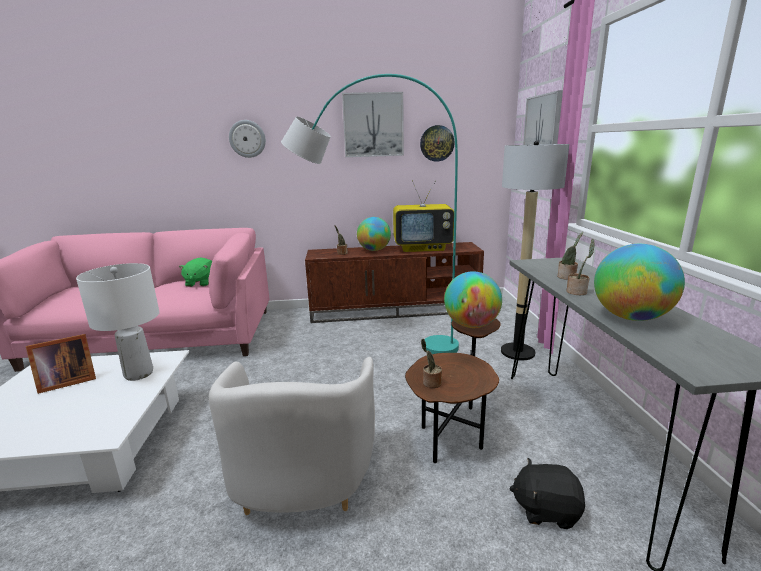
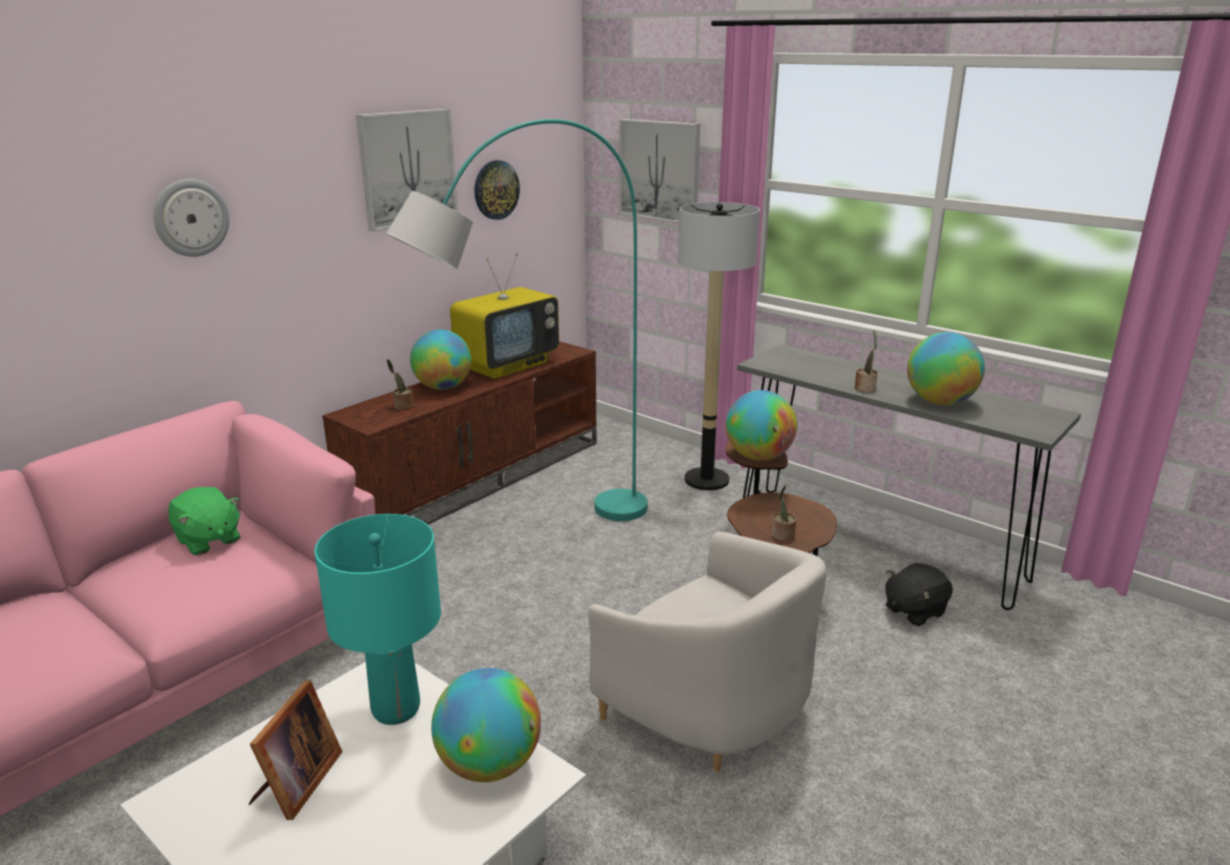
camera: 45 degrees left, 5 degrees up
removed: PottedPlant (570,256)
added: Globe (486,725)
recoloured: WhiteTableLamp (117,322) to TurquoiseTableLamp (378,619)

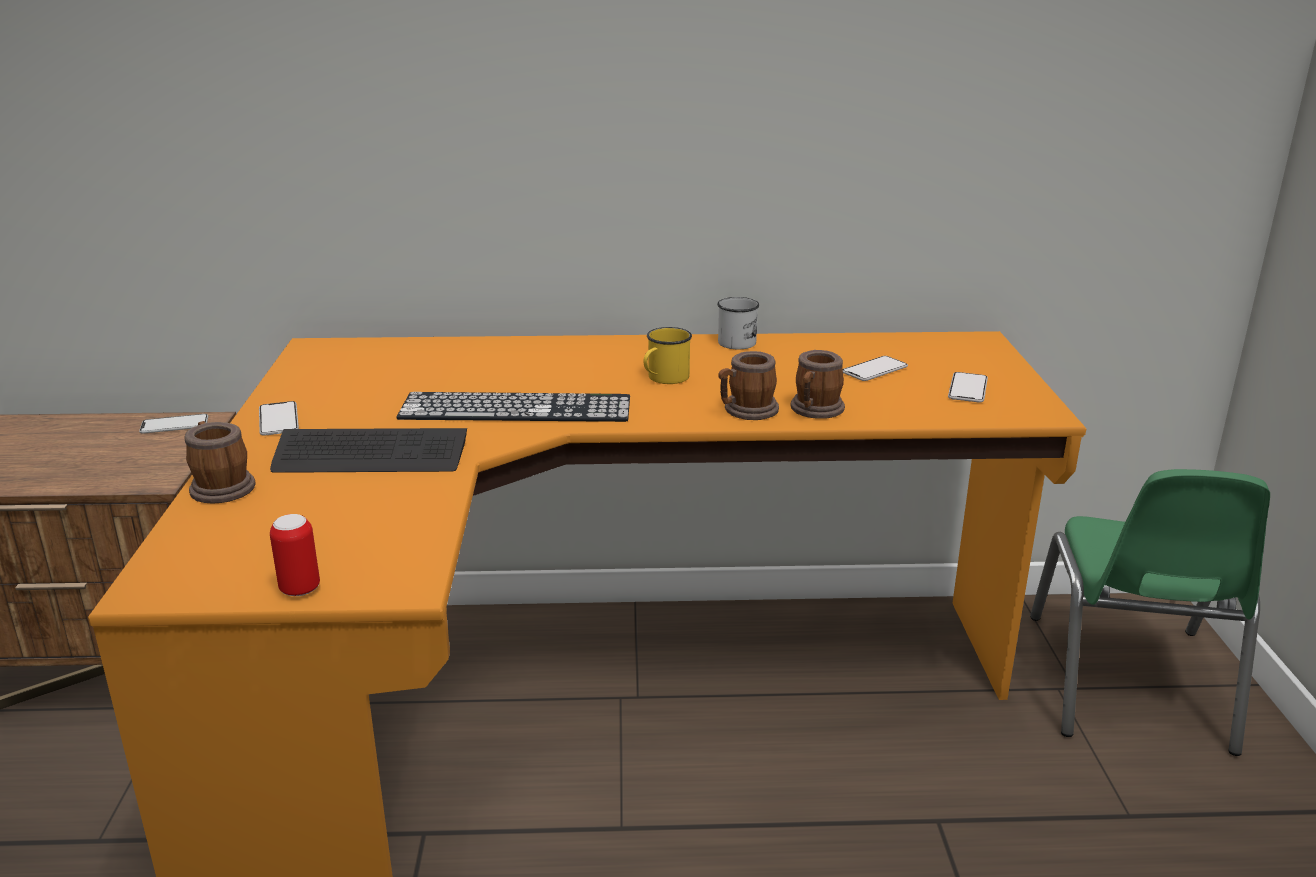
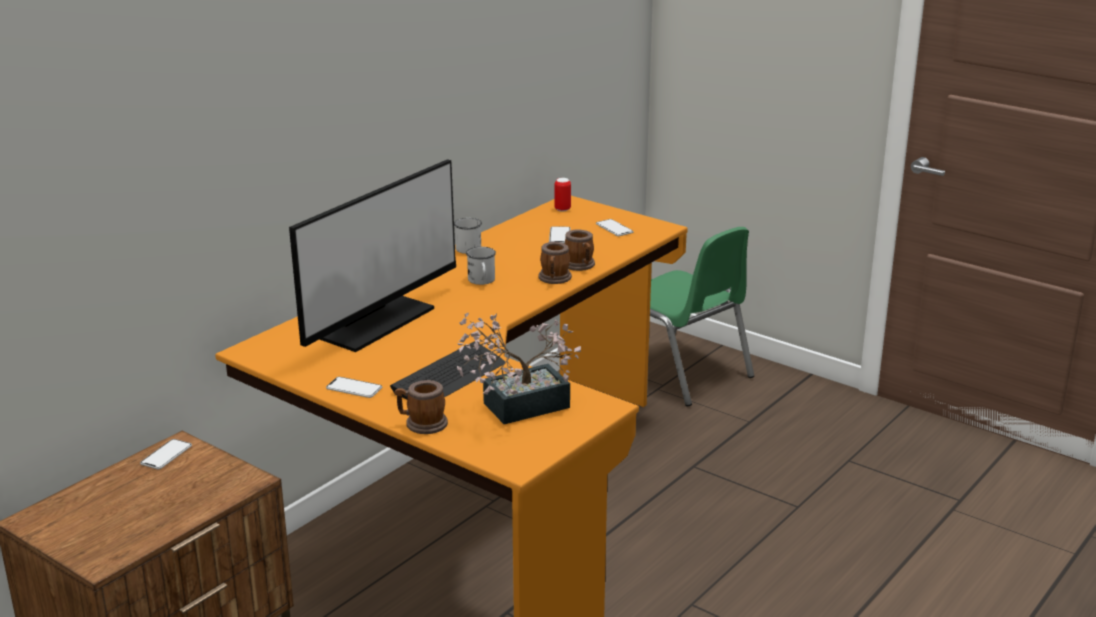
camera: 50 degrees left, 0 degrees up
removed: Keyboard (513,407)
added: Monitor (372,255); PottedPlant (519,368)
moved: Can (295,555) to (562,195)
recoloured: YellowMug (667,355) to WhiteMug (481,266)

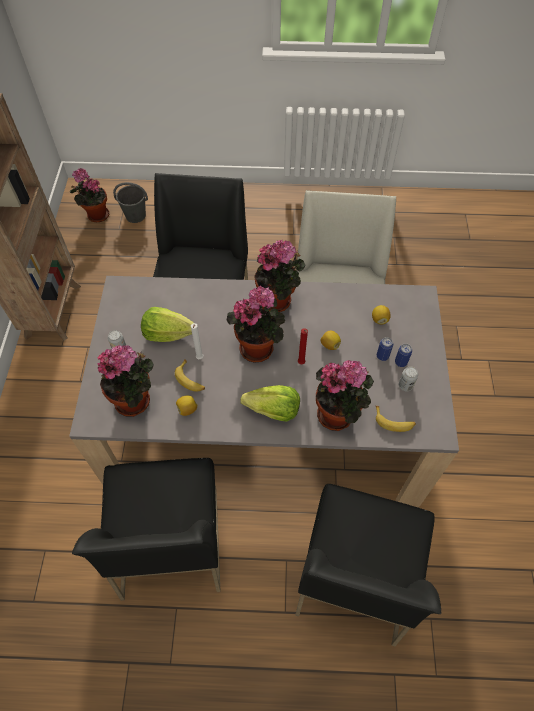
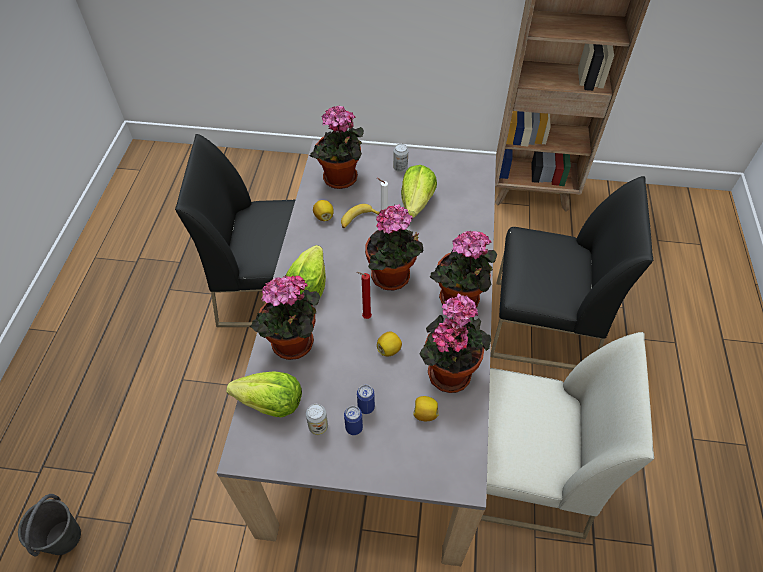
camera: 95 degrees right, 5 degrees down
removed: BlackChair (368,565)
moved: PottedPlant (89,195) to (455,343); GreyBucket (130,202) to (49,525)
replaced: Banana (396,419) to Lettuce (264,394)

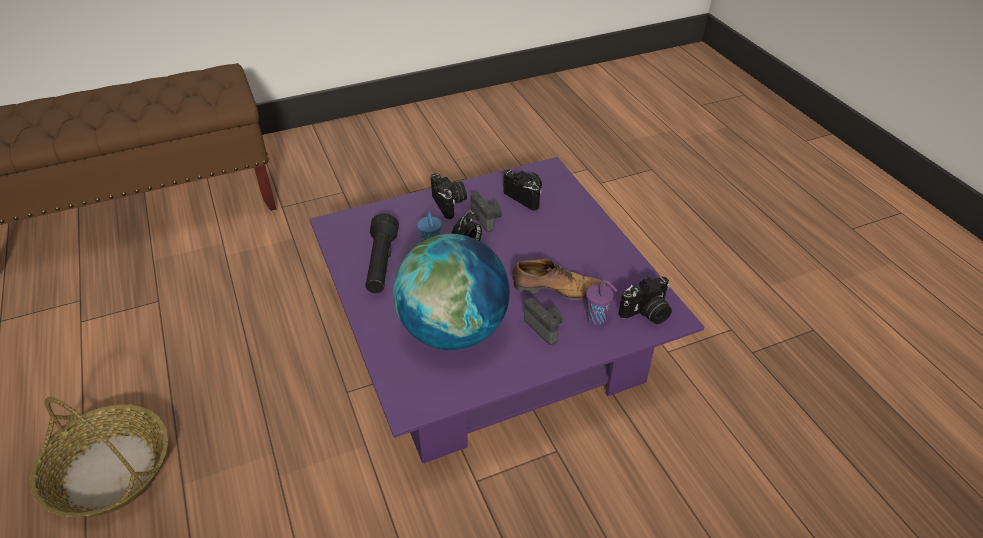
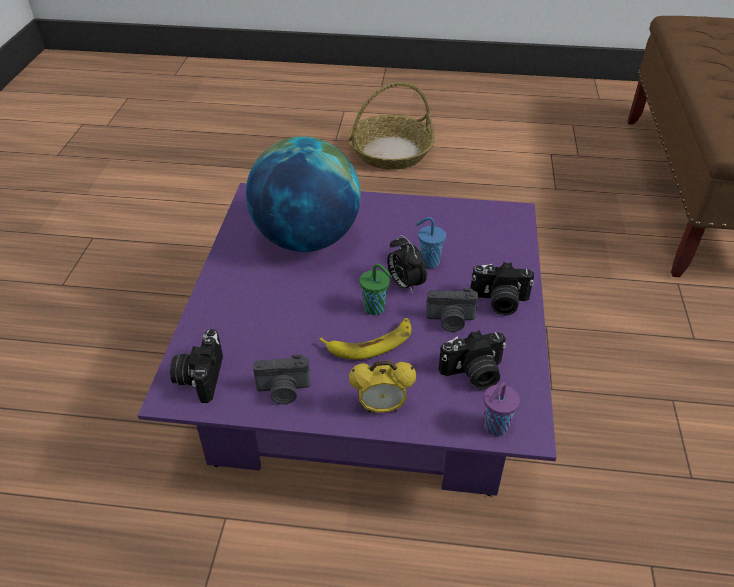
camera: 120 degrees right, 0 degrees up
removed: BlackFlashlight (382,253); Shoe (559,279)
added: GreenCup (376,289); Banana (365,339); AlarmClock (382,387)
moved: PurpleCup (601,302) to (502,409); PhotoCamera (543,321) to (281,379)

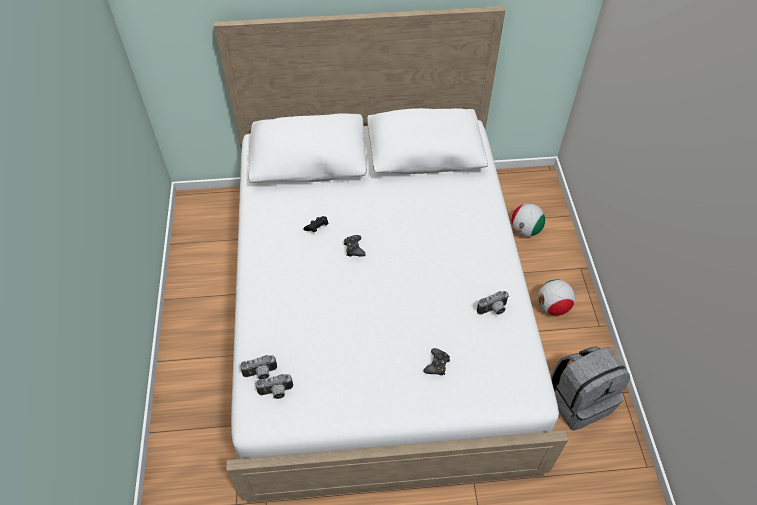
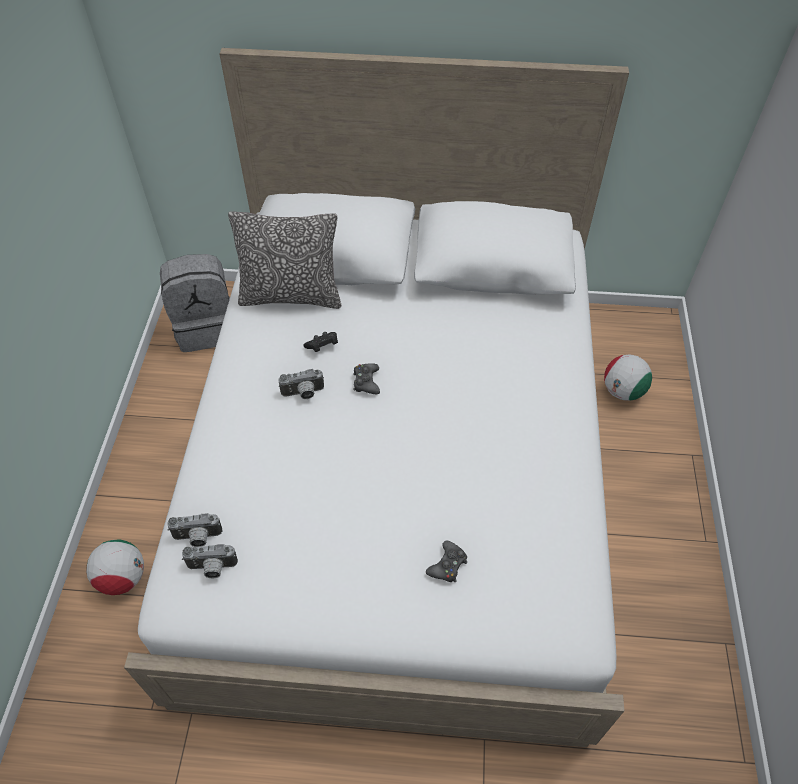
camera: 10 degrees right, 0 degrees up
added: Pillow (284,260)
moved: Football (556,297) to (115,567); PhotoCamera (493,303) to (301,384); GreyBackpack (590,388) to (195,303)

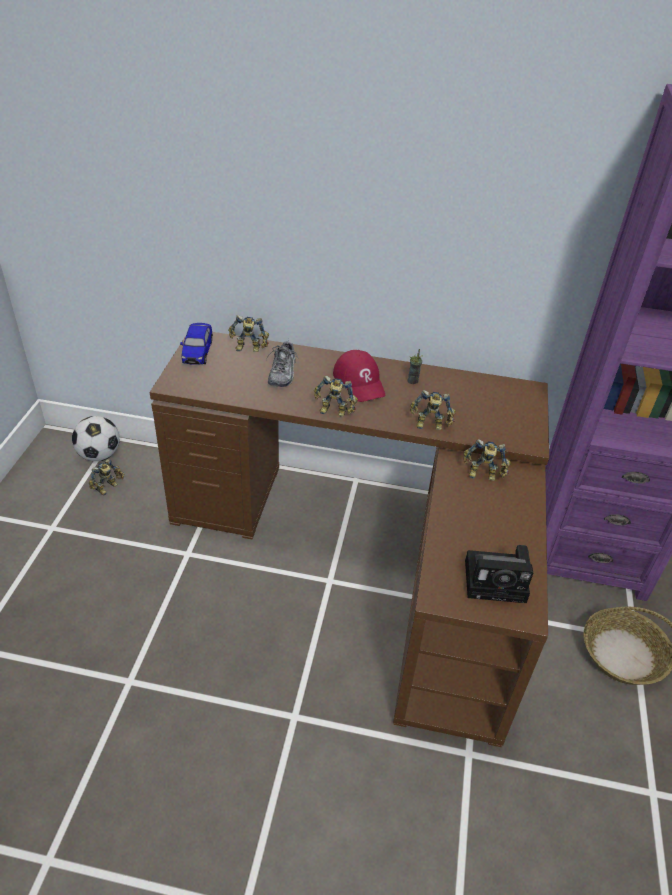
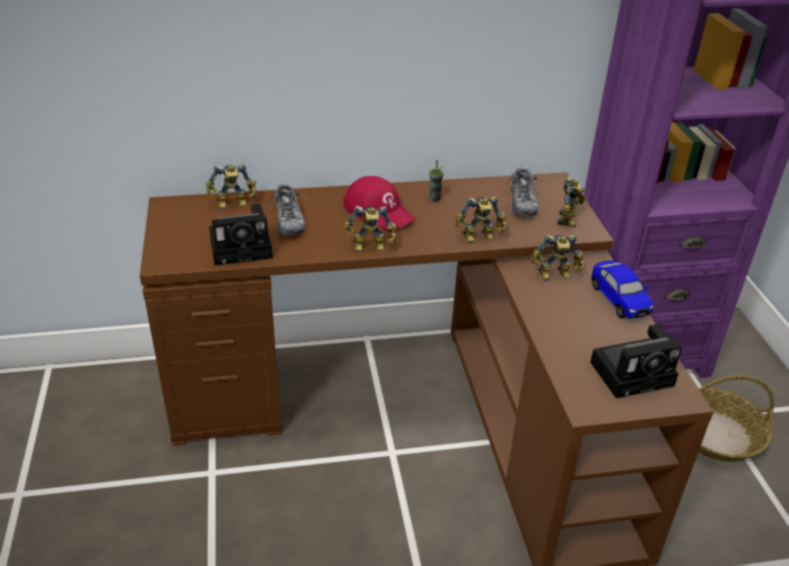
camera: 20 degrees left, 5 degrees down
removed: Football (96,438)
added: Shoe (525,192); PhotoCamera (241,235)
moved: ToyCar (196,344) to (622,290); ToyRobot (106,477) to (571,201)

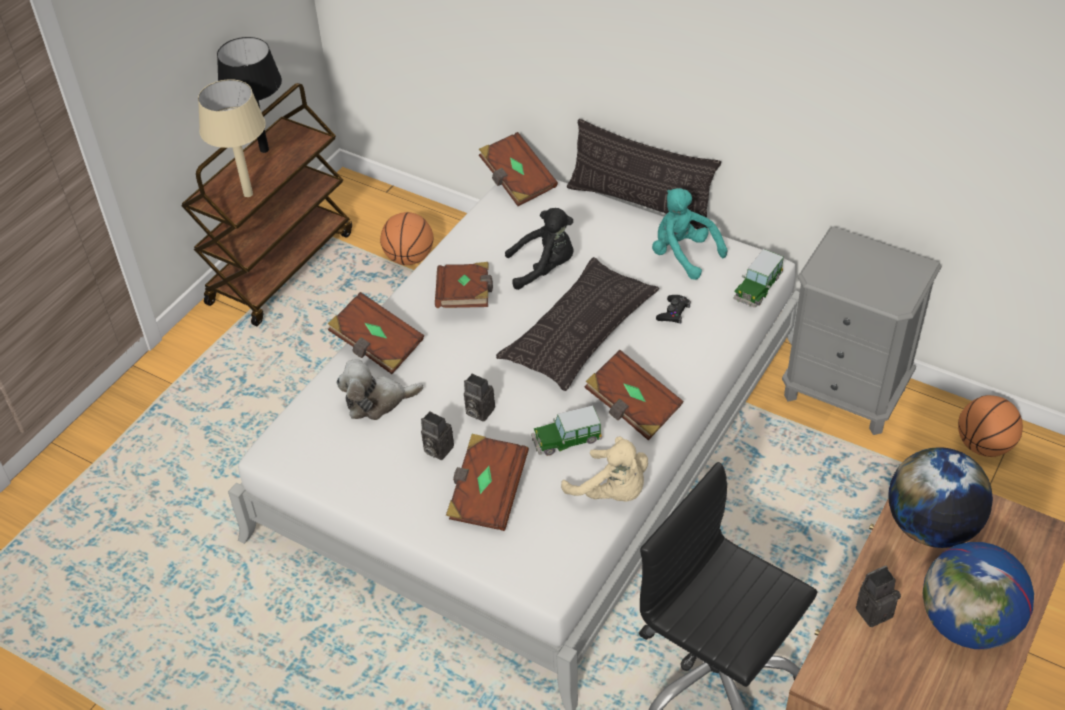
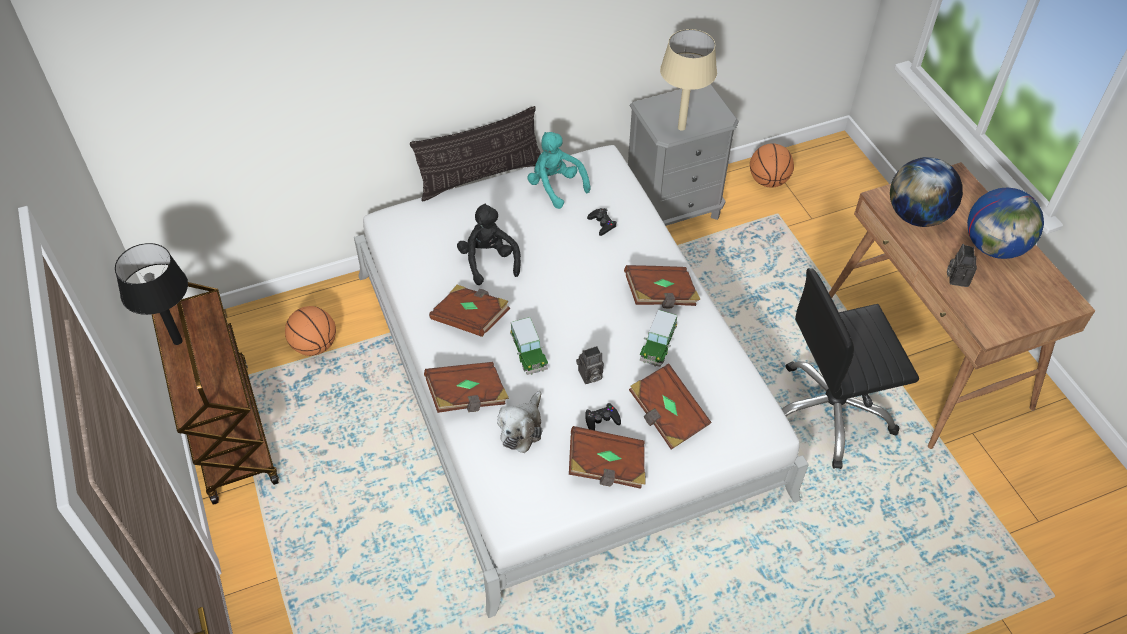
camera: 55 degrees left, 5 degrees up
removed: Pillow (577,324); BeigePlushToy (604,468)
moved: BeigeTableLamp (232,138) to (688,80); BrownBook (518,169) to (607,457); ToyCar (758,278) to (529,346)
replaced: PhotoCamera (437,435) to BlackGameController (603,416)
turned: TurquoisePlushToy (690,234) = (559,170) 60 degrees clockwise; BlackPlushToy (539,249) = (489,244) 45 degrees counterclockwise

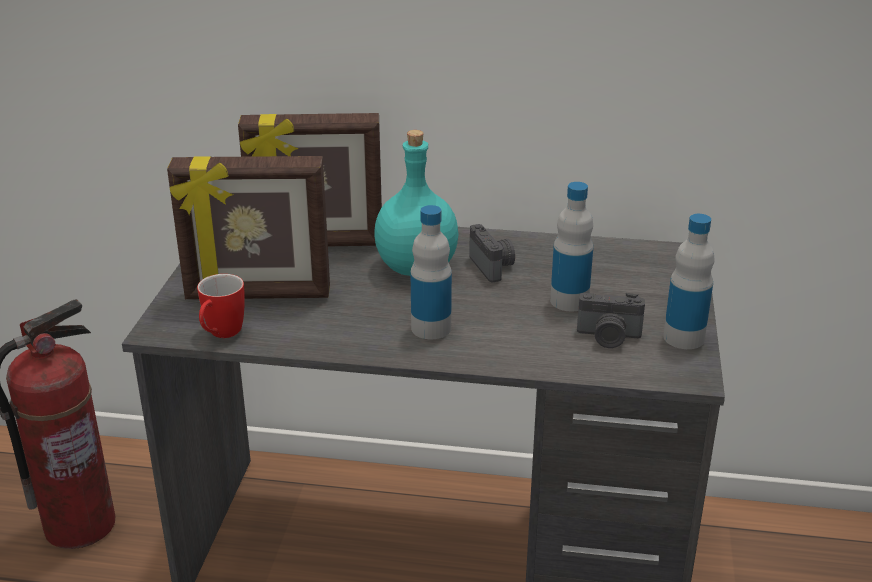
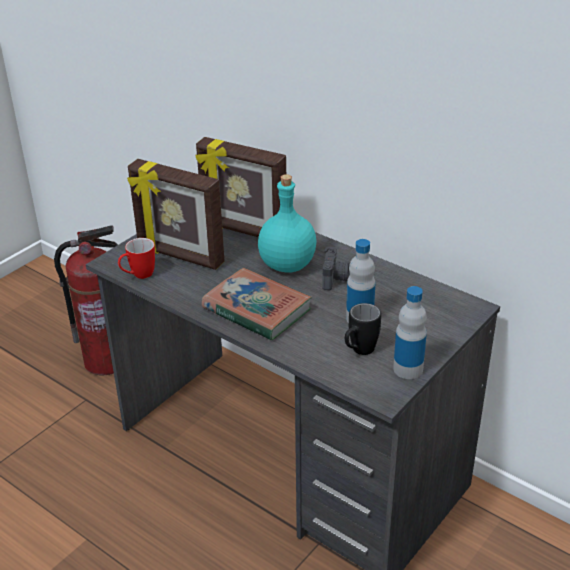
camera: 30 degrees right, 5 degrees up
replaced: Bottle (431,272) to Book (257,304); PhotoCamera (611,320) to BlackMug (363,329)

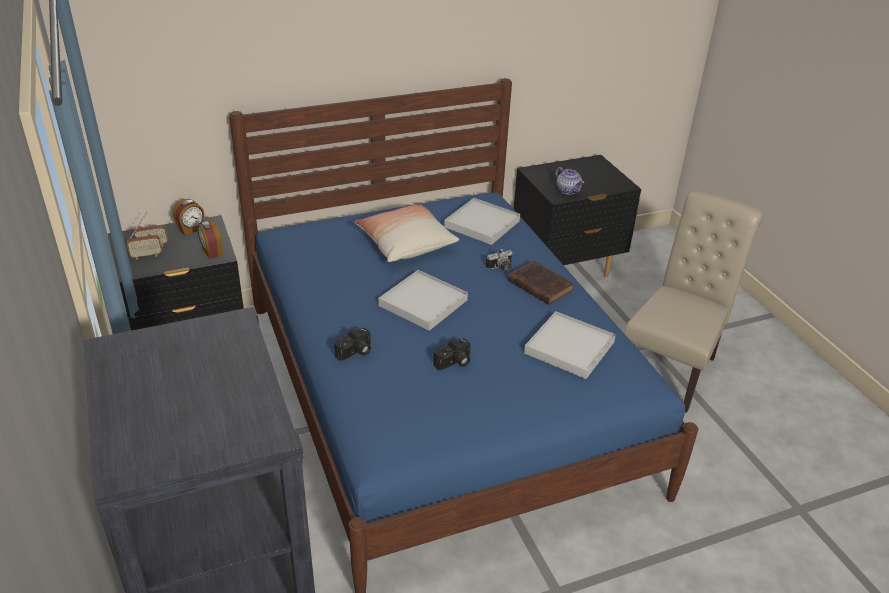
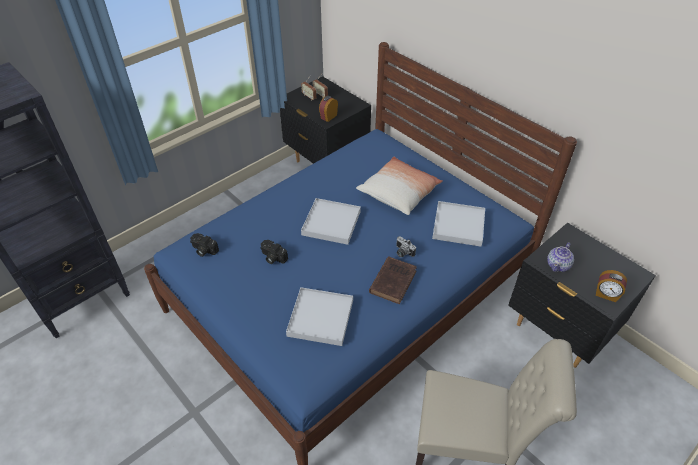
camera: 70 degrees right, 10 degrees up
moved: AlarmClock (188,217) to (611,286); PhotoCamera (352,344) to (204,245)

